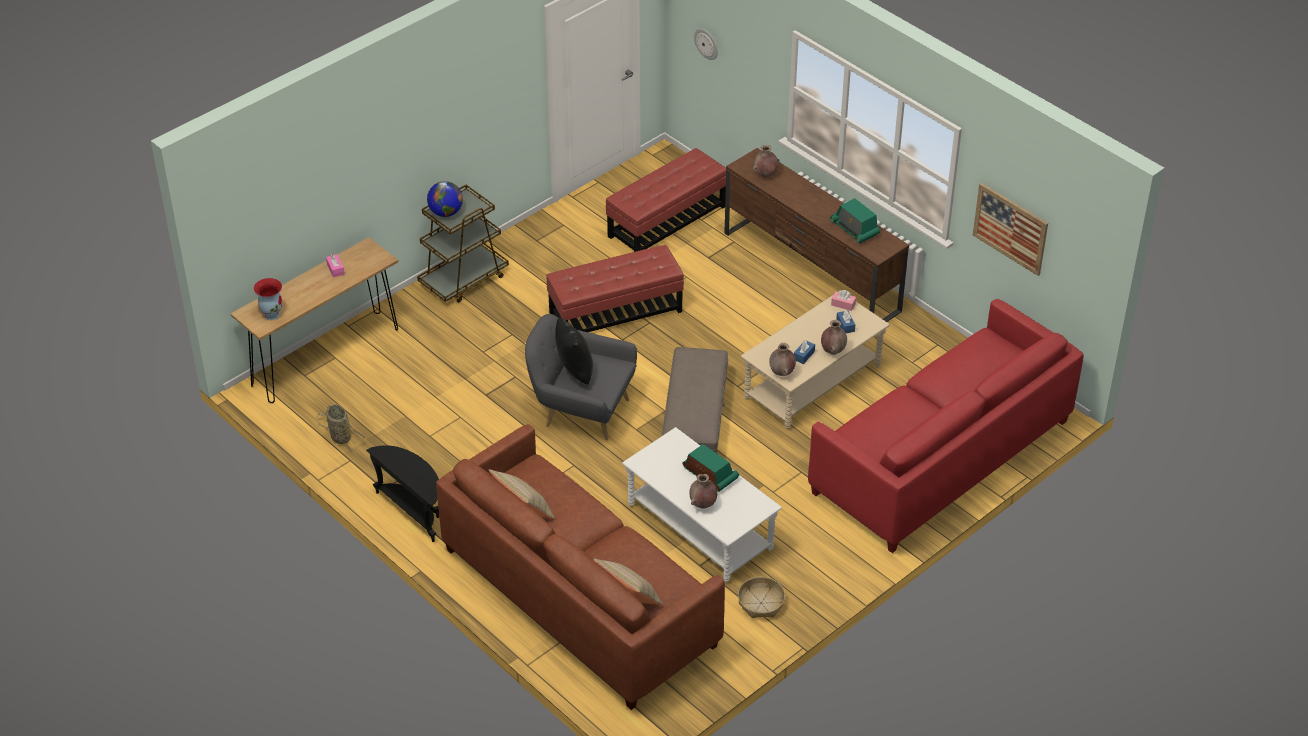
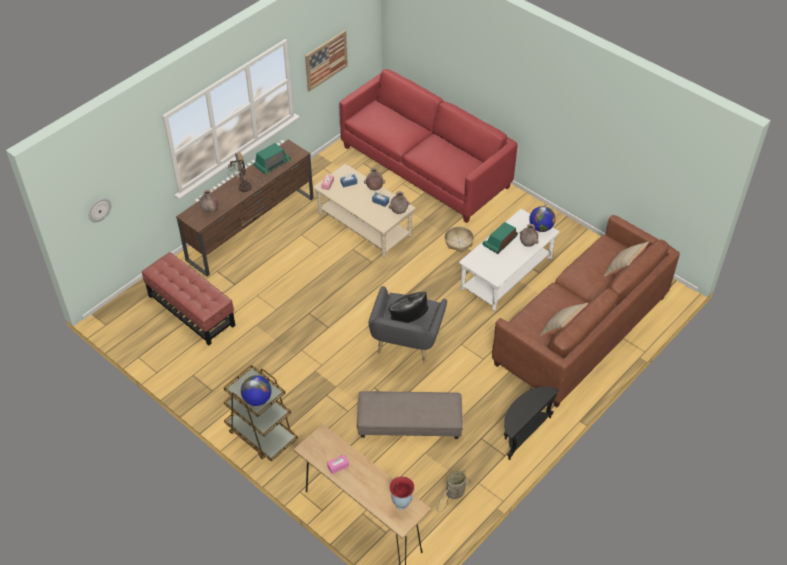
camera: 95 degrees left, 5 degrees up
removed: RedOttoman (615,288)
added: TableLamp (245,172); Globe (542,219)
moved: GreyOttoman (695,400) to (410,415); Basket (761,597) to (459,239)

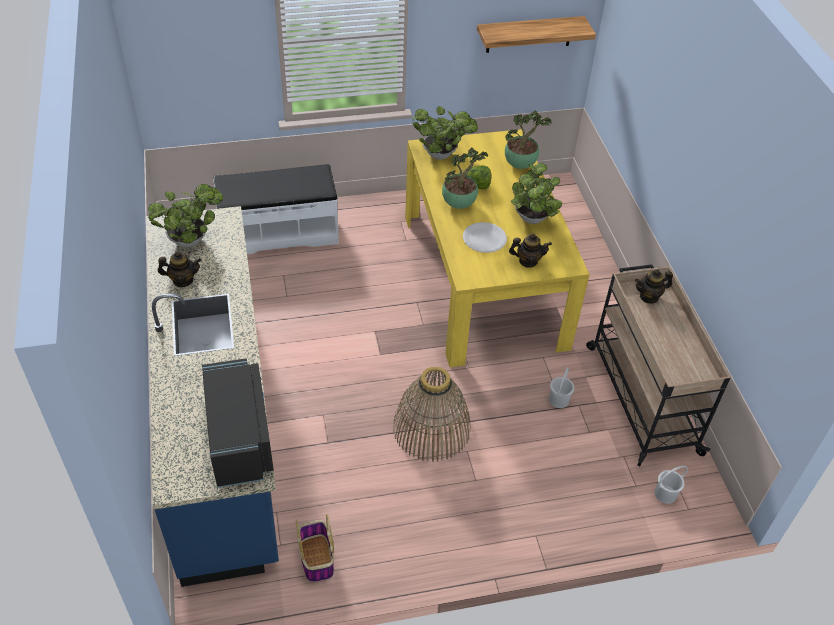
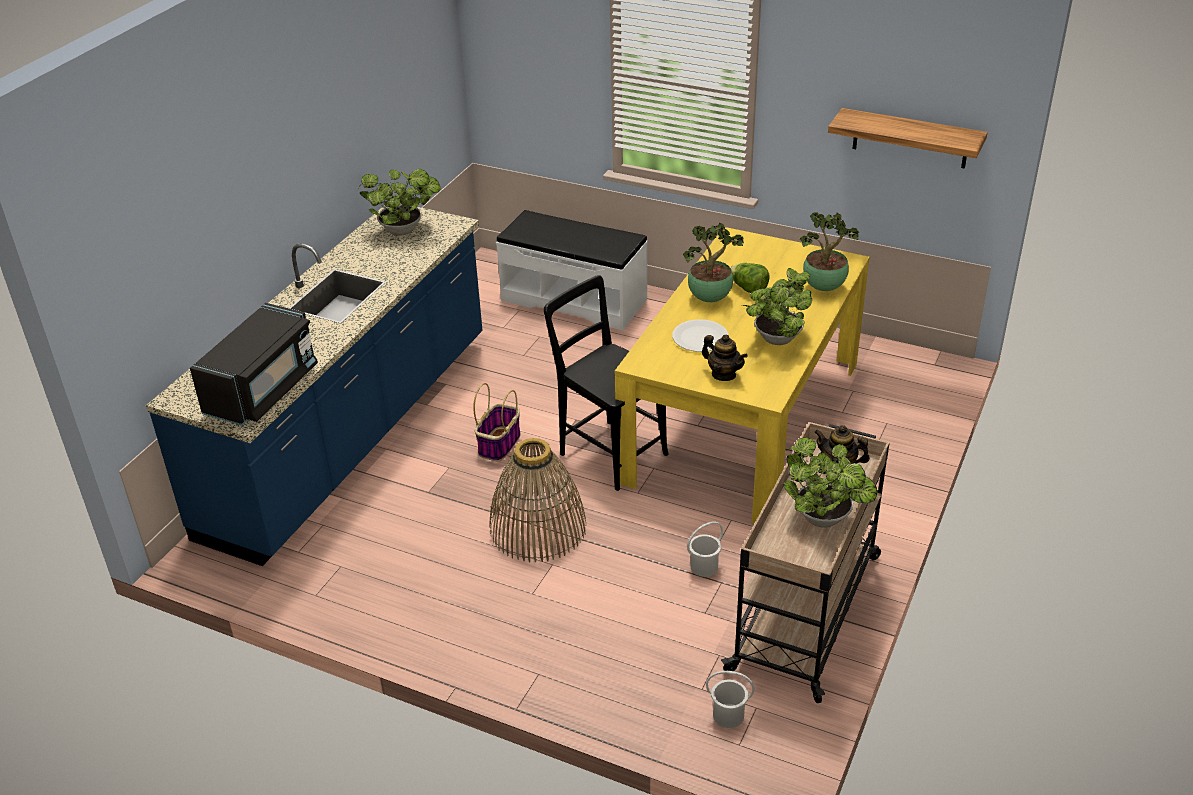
camera: 40 degrees right, 10 degrees down
removed: Teapot (179,269)
added: BlackChair (606,383)
moved: PottedPlant (445,133) to (830,482); Basket (315,548) to (497,422)

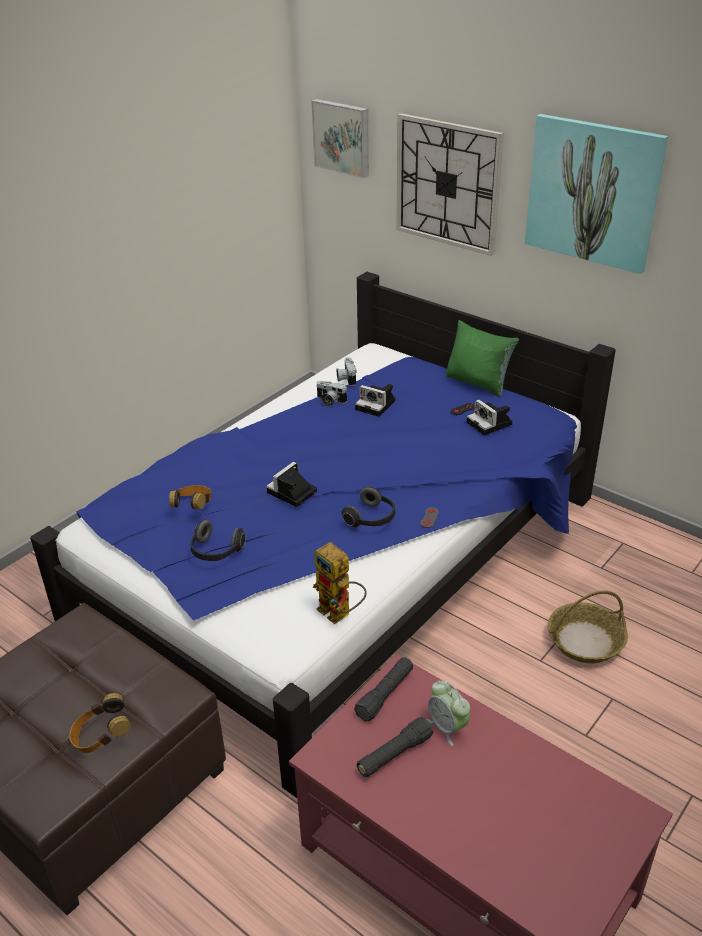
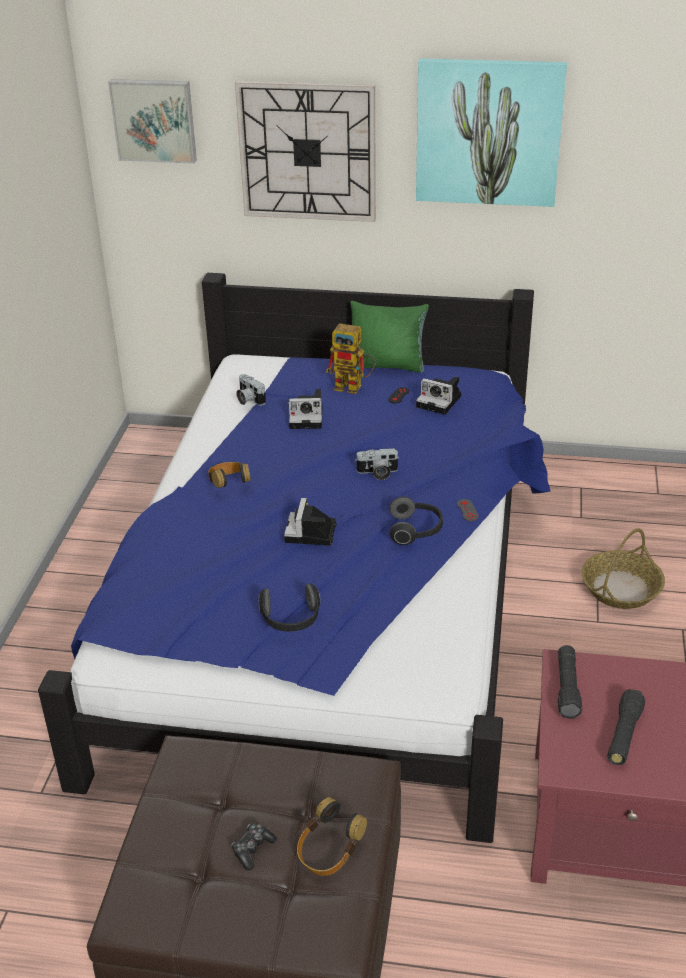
camera: 30 degrees left, 0 degrees up
removed: AlarmClock (448,713)
added: GameController (254,846)
moved: PhotoCamera (331,393) to (376,464); Headphones (190,497) to (229,475); ToyRobot (340,583) to (351,358)

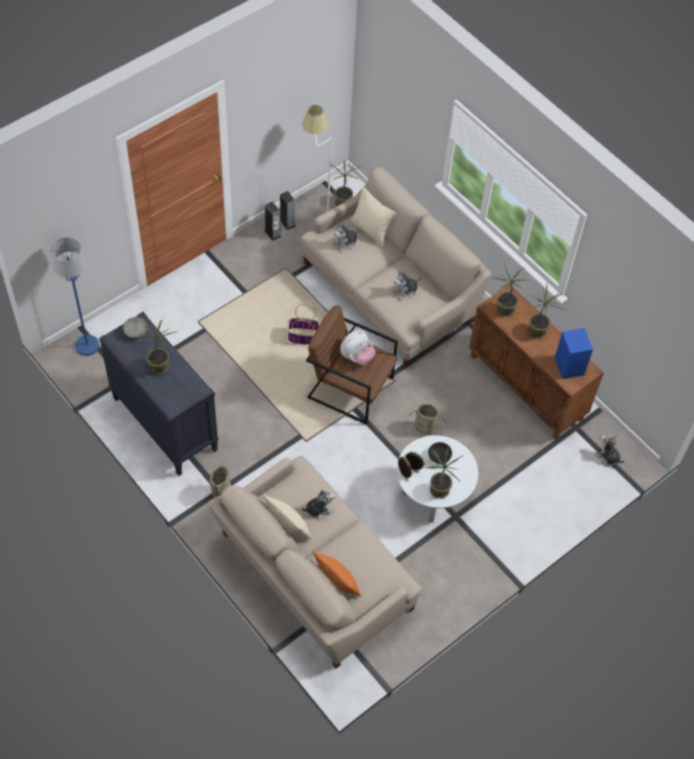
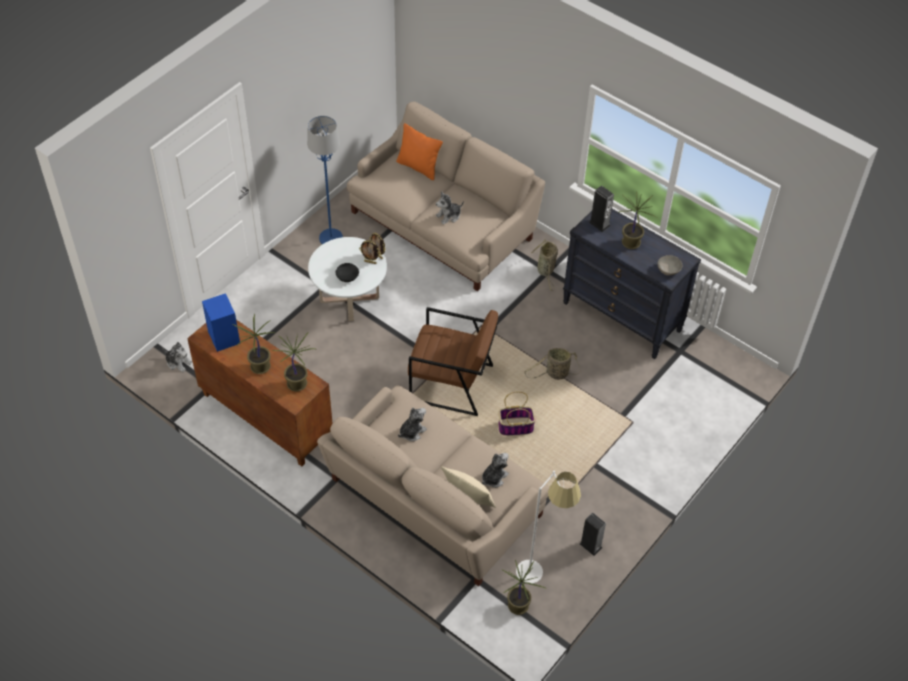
camera: 170 degrees right, 5 degrees down
removed: PlushToy (357,347); PottedPlant (443,473); BeigePillow (287,517)
moved: Speaker (288,210) to (601,209); BlueFloorLamp (75,297) to (325,180); Basket (430,419) to (552,364)

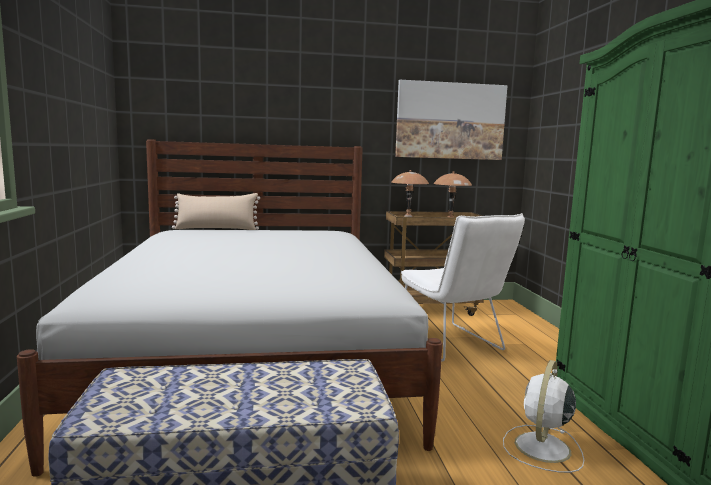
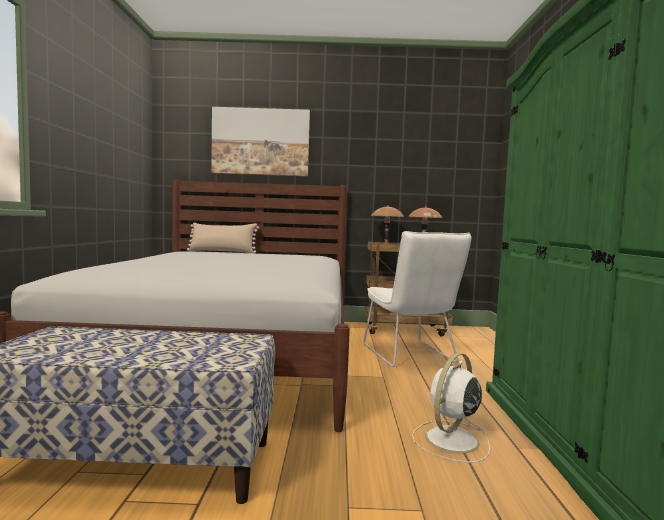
camera: 10 degrees right, 5 degrees down
moved: Picture (451,120) to (260,141)

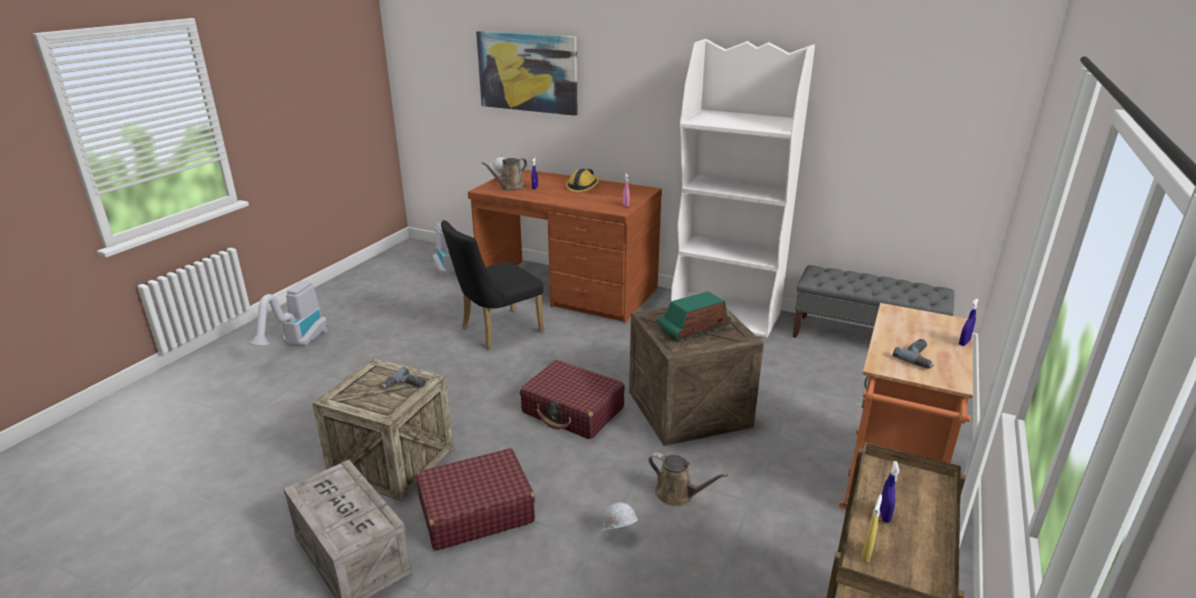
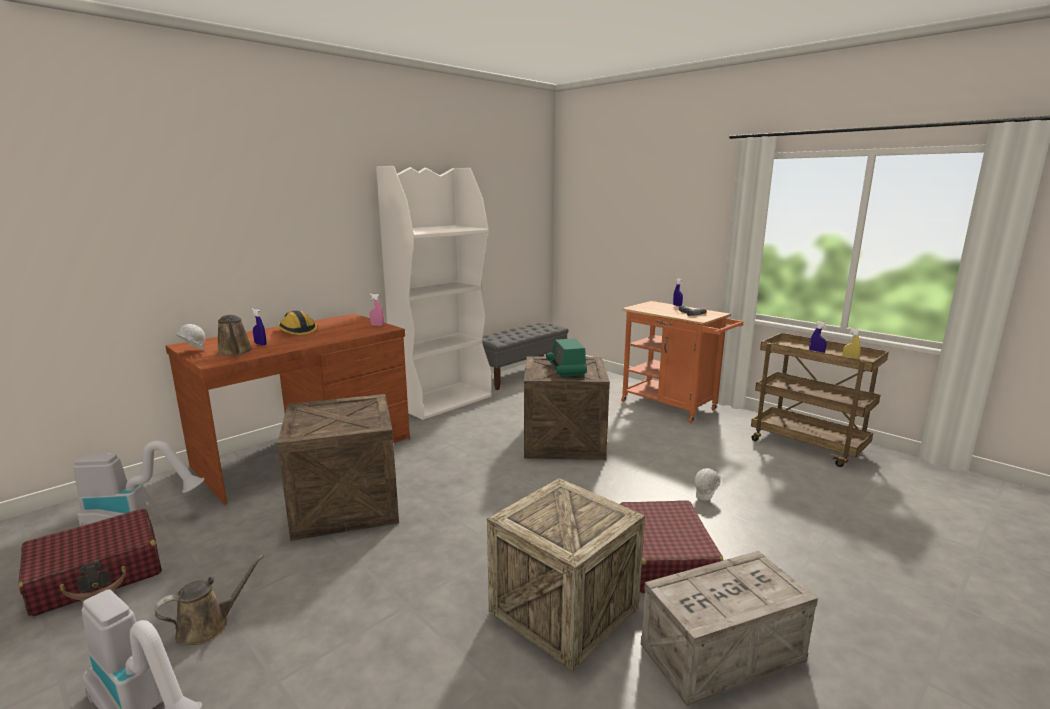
camera: 70 degrees left, 10 degrees down
removed: Picture (527,73); PowerDrill (404,378)
moved: RedSuitcase (572,399) to (90,563); BrownWateringCan (688,479) to (209,600)
replaced: BlackChair (492,284) to Crate (338,467)

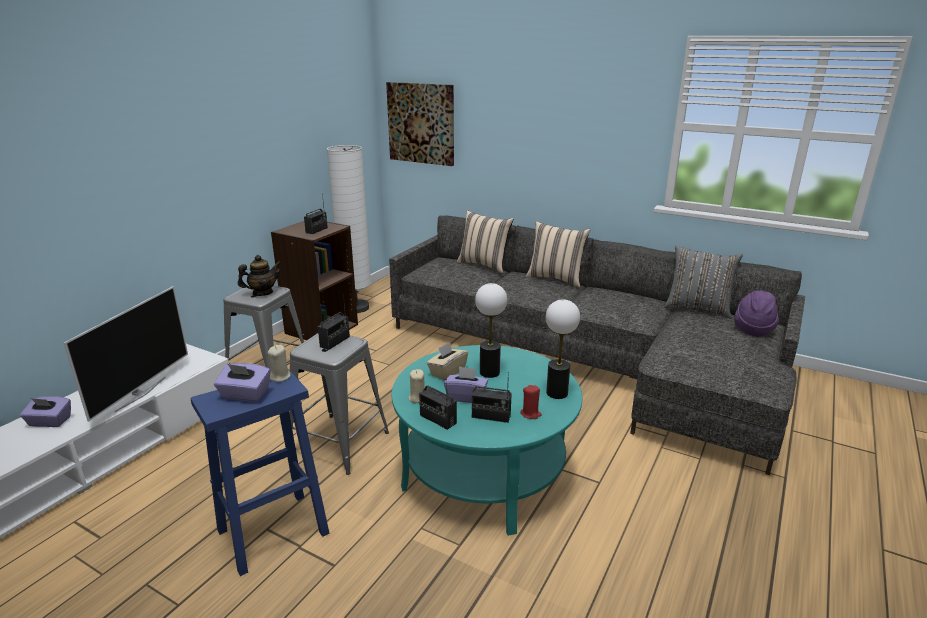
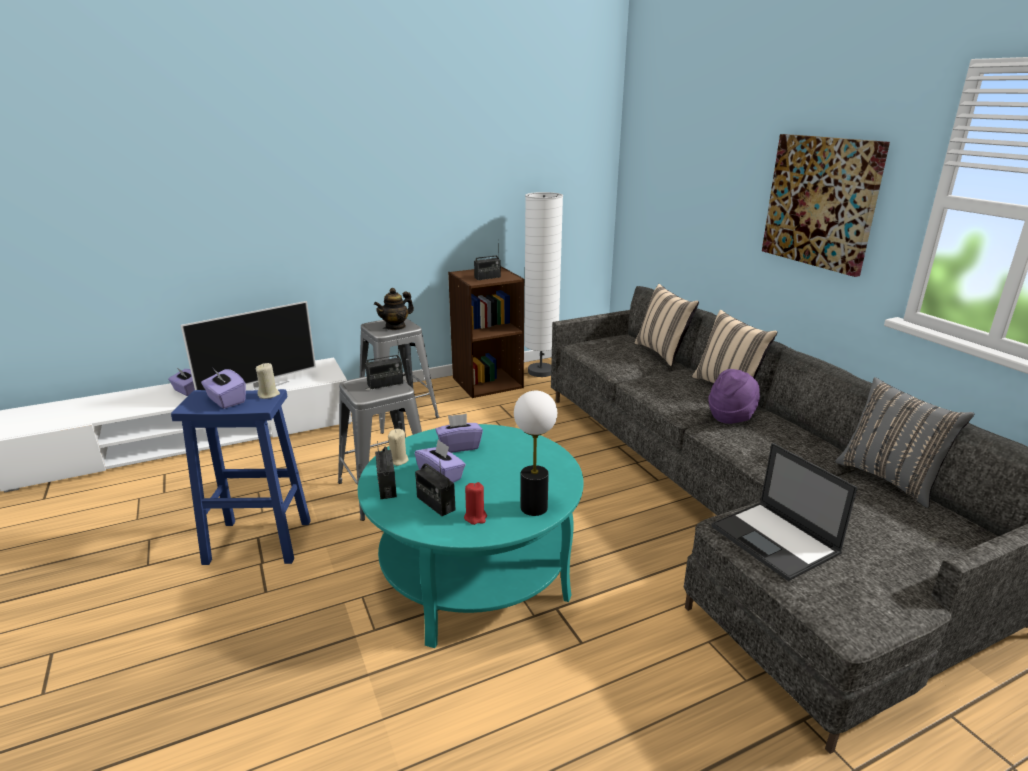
camera: 35 degrees right, 0 degrees up
removed: TableLamp (491,330)
added: Laptop (784,512)
moved: Picture (420,124) to (826,205); PurpleHat (756,313) to (734,396)
recoloured: BeigeTissueBox (447,361) to PurpleTissueBox (459,433)
turned: Teapot (259,275) = (394,309) 135 degrees clockwise

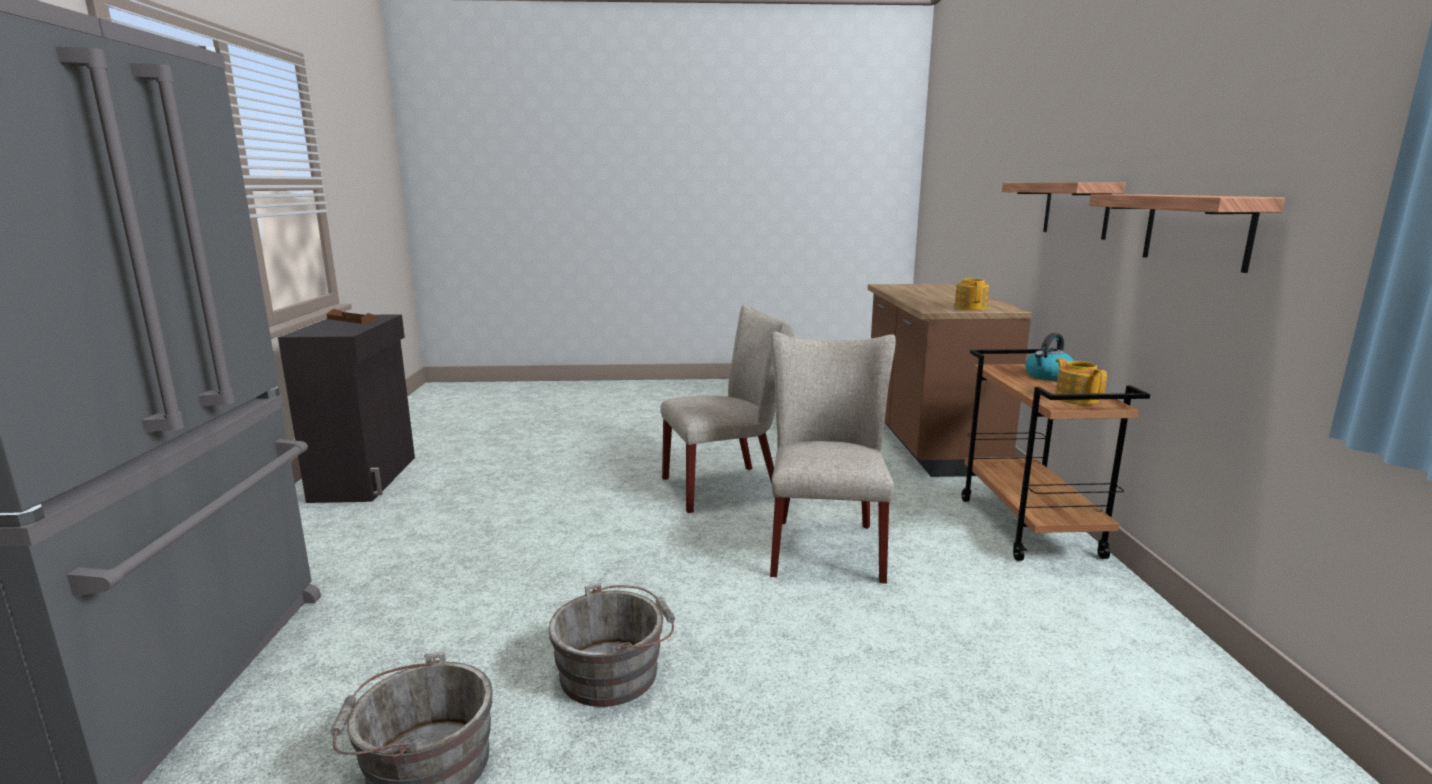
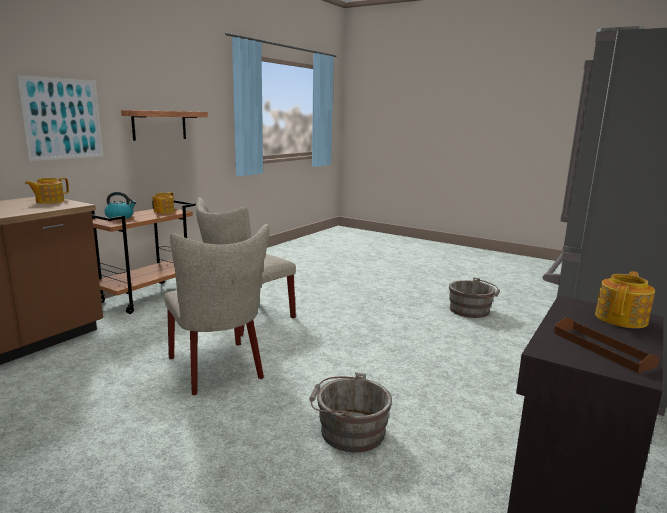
camera: 145 degrees left, 0 degrees up
added: Teapot (625,299)
moved: GreyBucket (611,645) to (350,412)
replaced: Shelf (1064,211) to Picture (59,118)
turned: BeigeChair (727,409) = (217,309) 135 degrees counterclockwise

